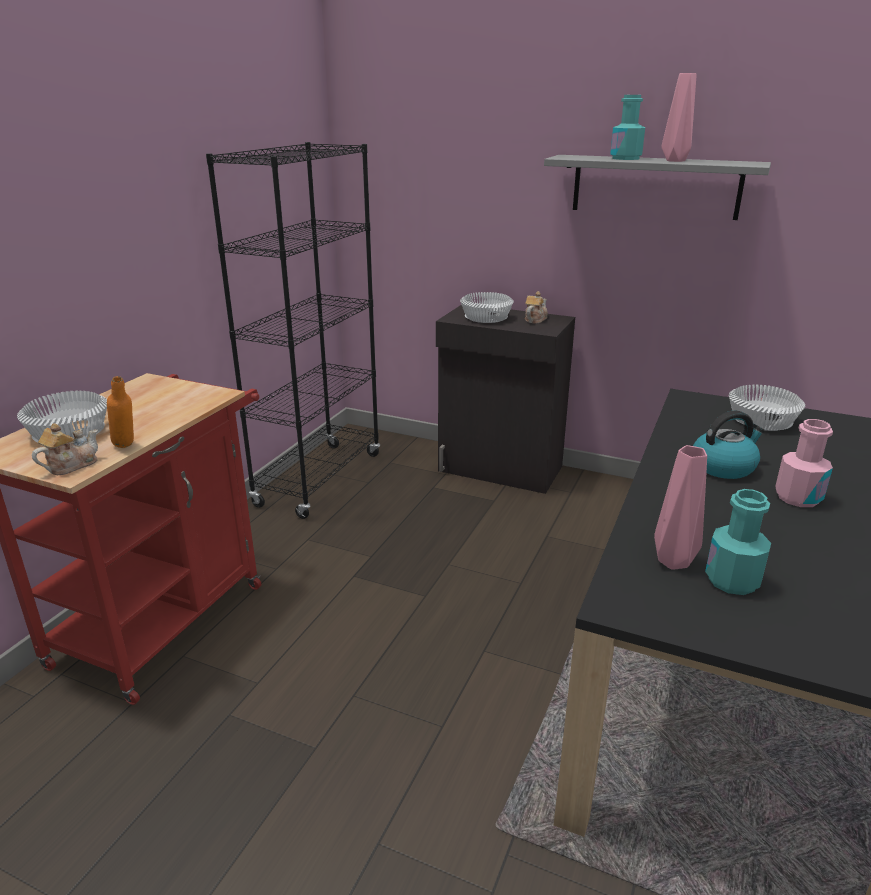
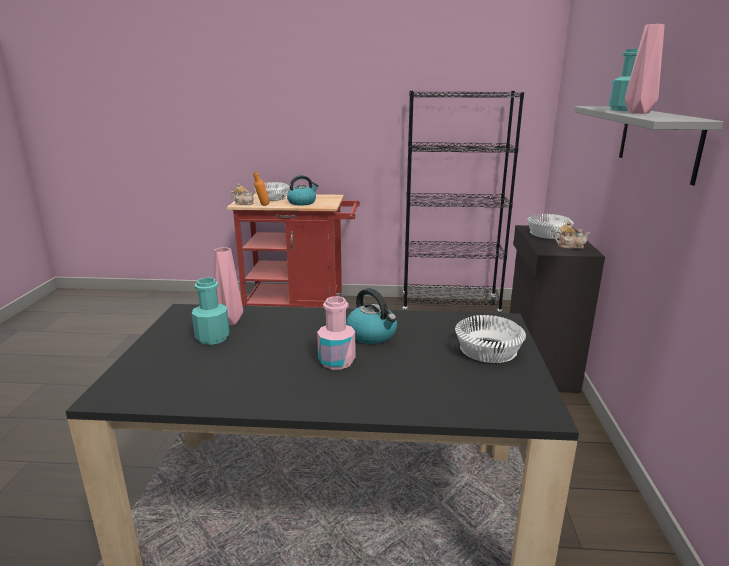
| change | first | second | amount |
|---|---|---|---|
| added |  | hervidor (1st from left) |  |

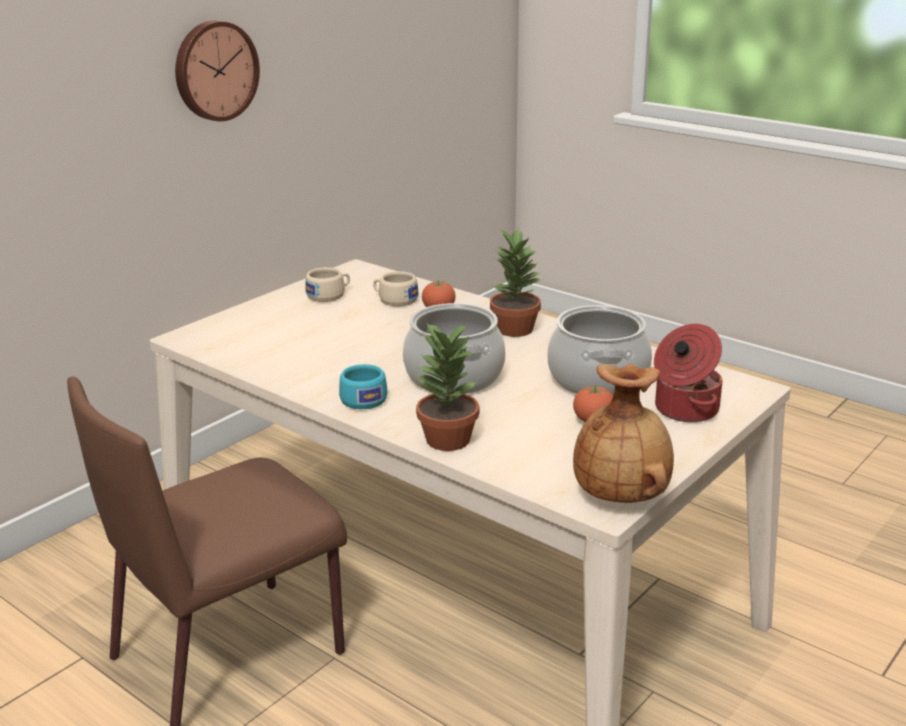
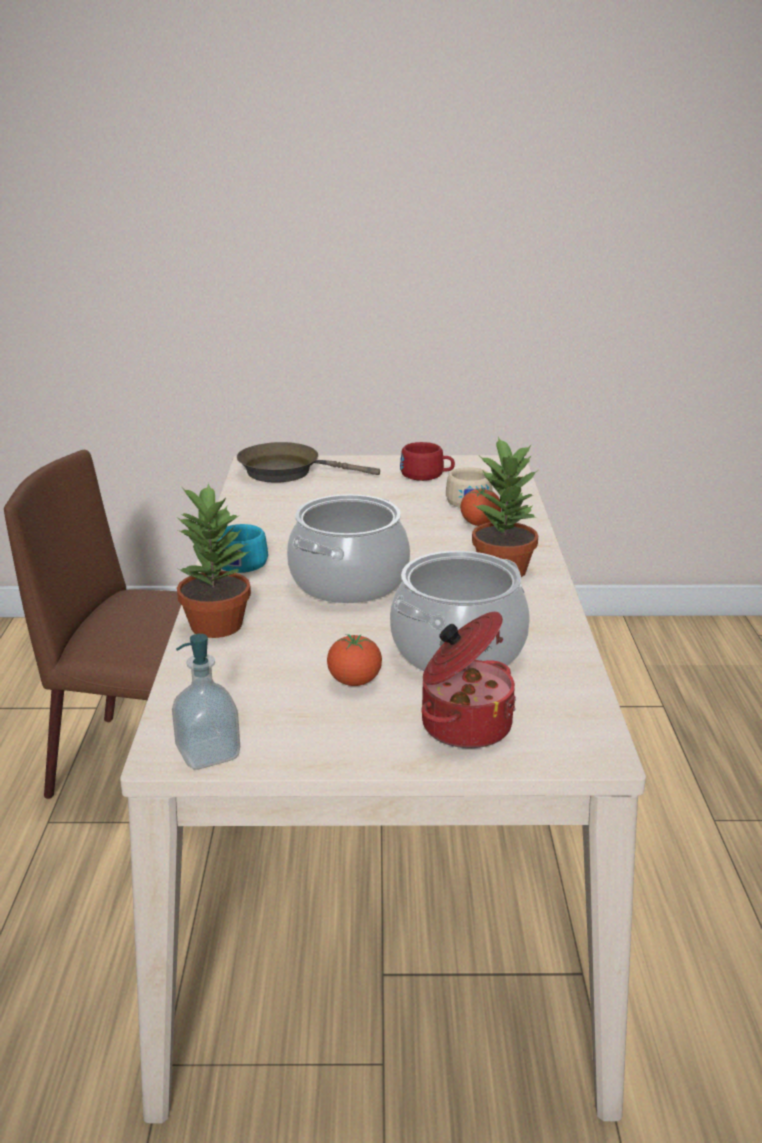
| change | first | second | amount |
|---|---|---|---|
| removed | reloj de pared |  |  |
| recoloured | taza (beis) (1st from left) | taza (rojo) |  |
| replaced | florero (marrón) | dispensador de jabón |  |
| added |  | sartén (marrón) |  |

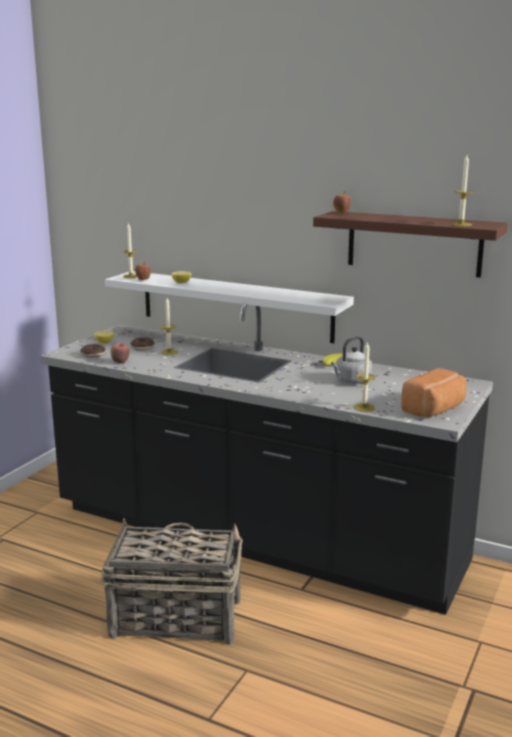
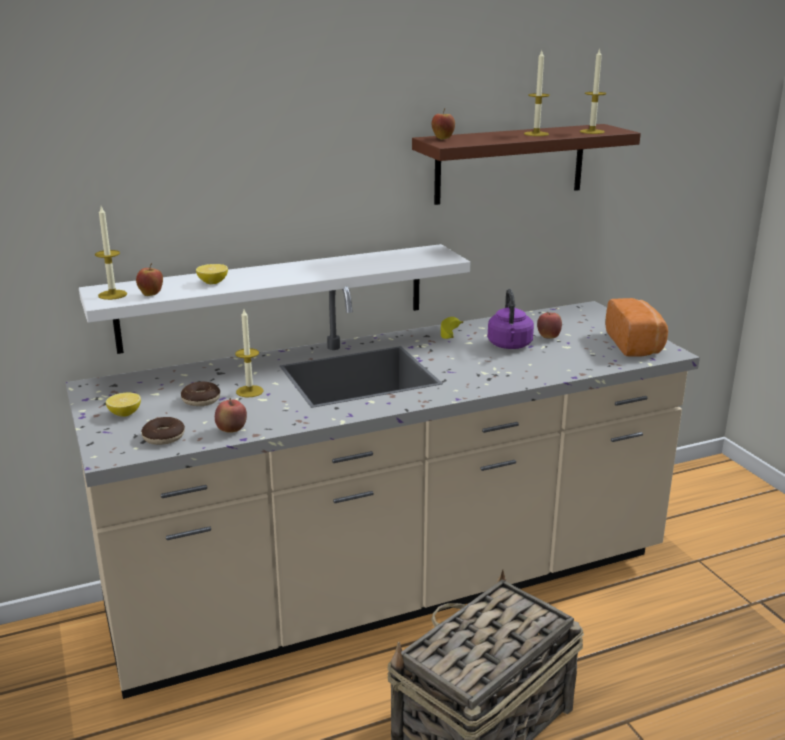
| change | first | second | amount |
|---|---|---|---|
| recoloured | mueble bajo de cocina (negro) | mueble bajo de cocina (beis) |  |
| recoloured | hervidor (gris) | hervidor (morado) |  |
| moved | vela (3rd from left) |  |  |
| added |  | manzana (4th from left) |  |

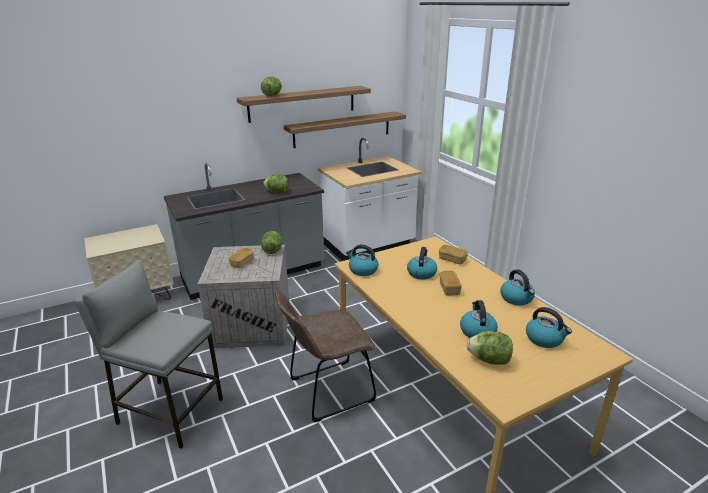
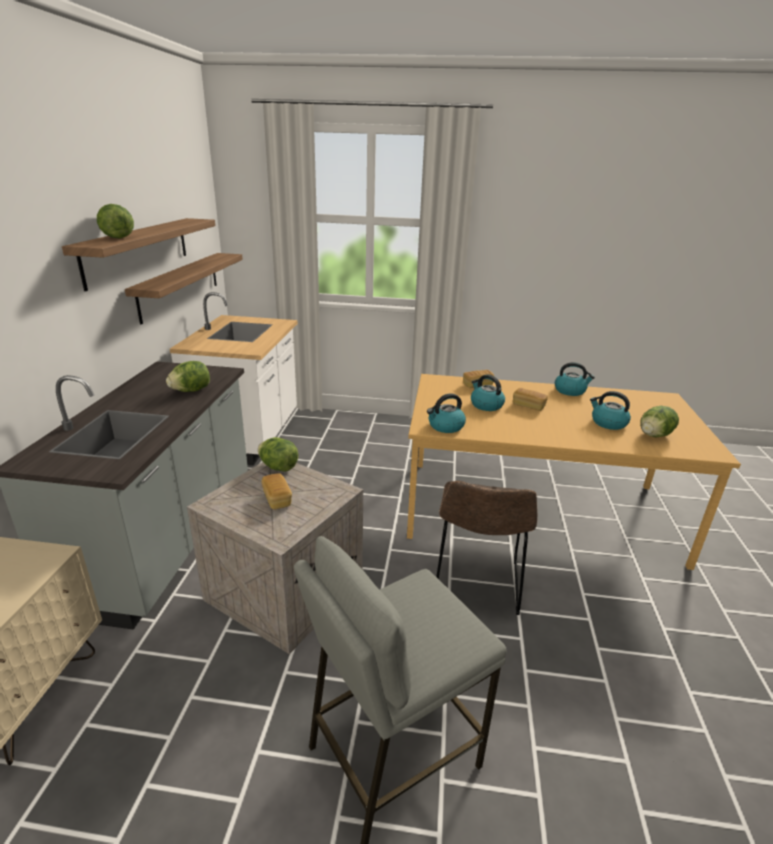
| change | first | second | amount |
|---|---|---|---|
| removed | hervidor (5th from left) |  |  |

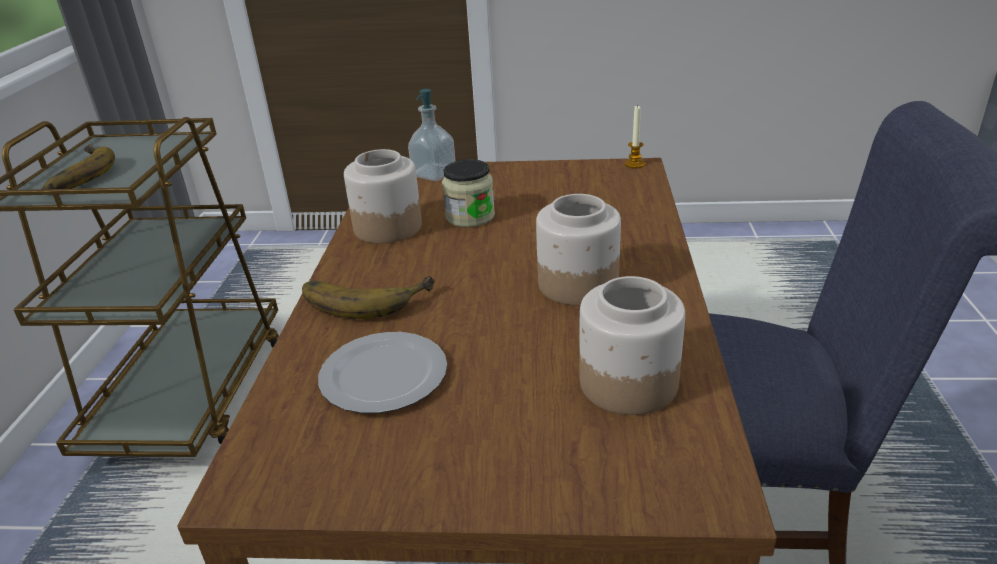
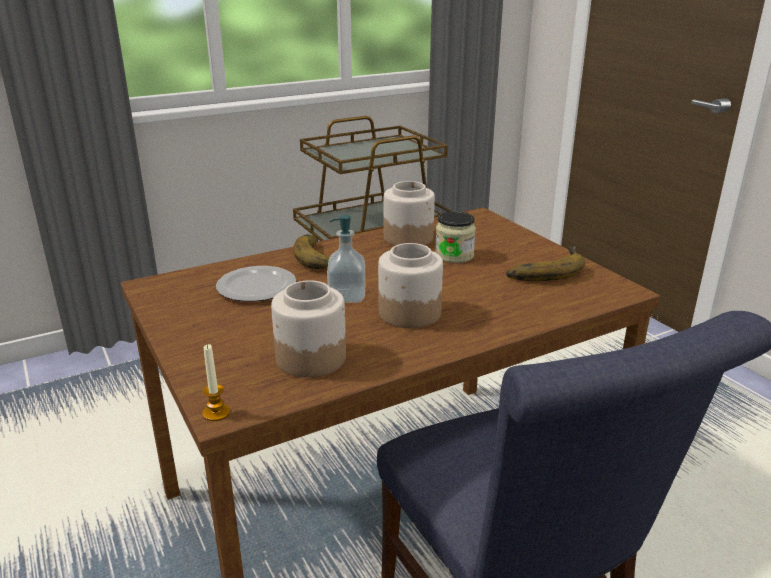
| change | first | second | amount |
|---|---|---|---|
| moved | dispensador de jabón |  |  |
| moved | vela |  |  |
| moved | plátano (1st from left in the first image) | plátano (2nd from left) |  |

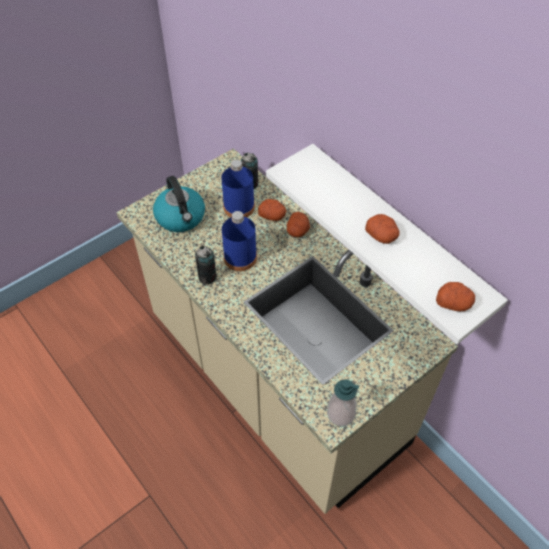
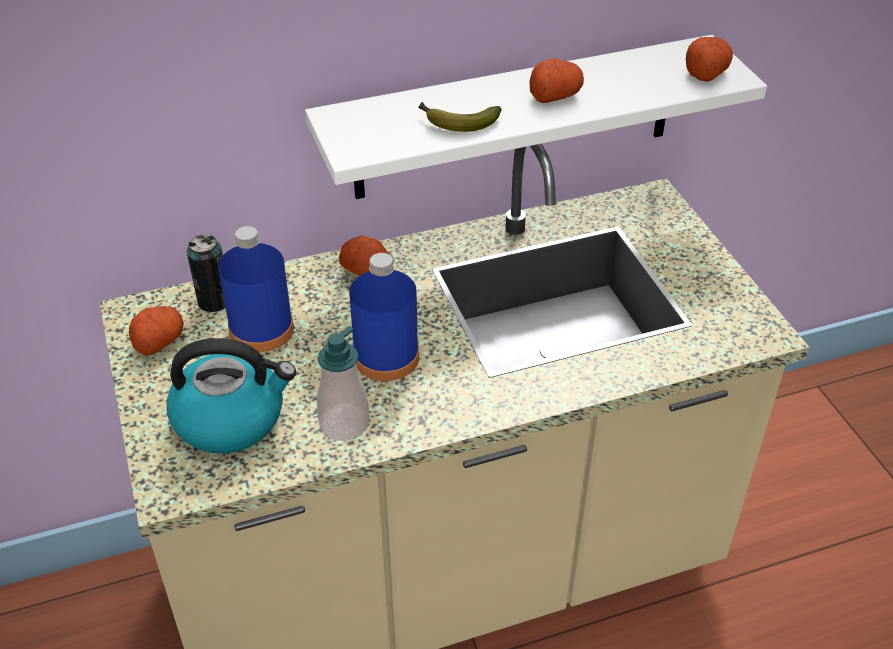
| change | first | second | amount |
|---|---|---|---|
| moved | patata (1st from left) |  |  |
| removed | lata (1st from left) |  |  |
| moved | dispensador de jabón |  |  |
| added |  | plátano |  |

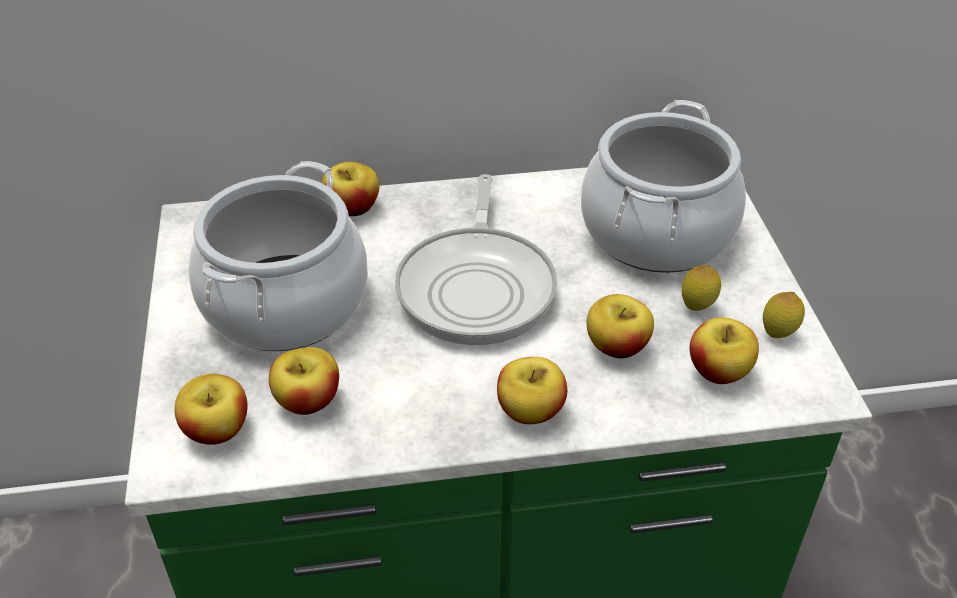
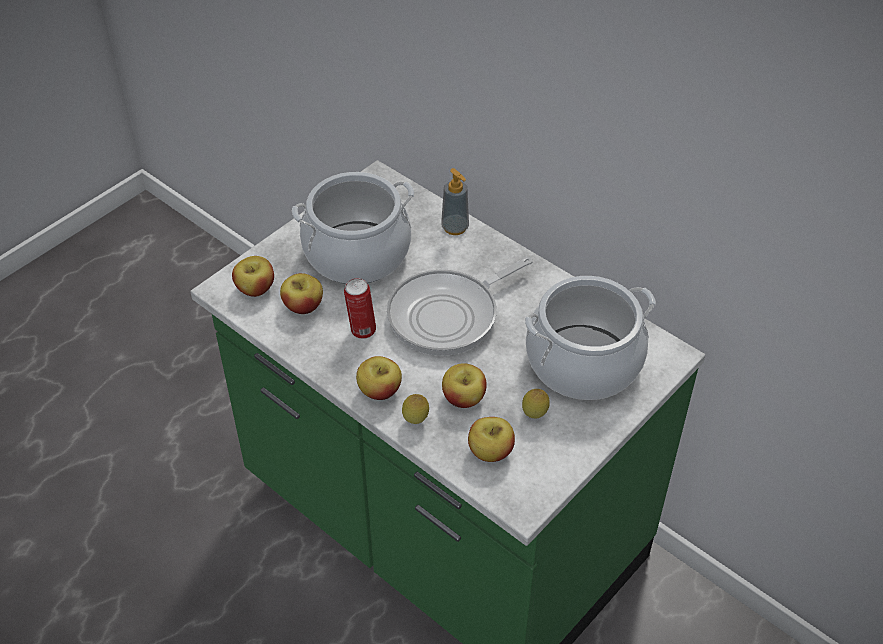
| change | first | second | amount |
|---|---|---|---|
| replaced | manzana (3rd from left) | dispensador de jabón |  |
| moved | limón (2nd from left in the first image) | limón (1st from left) |  |
| added |  | lata |  |

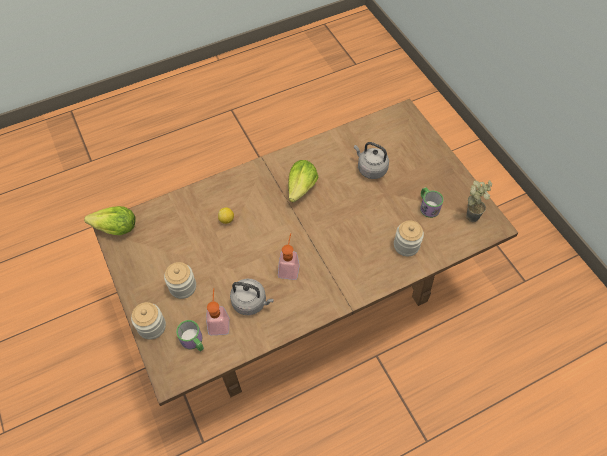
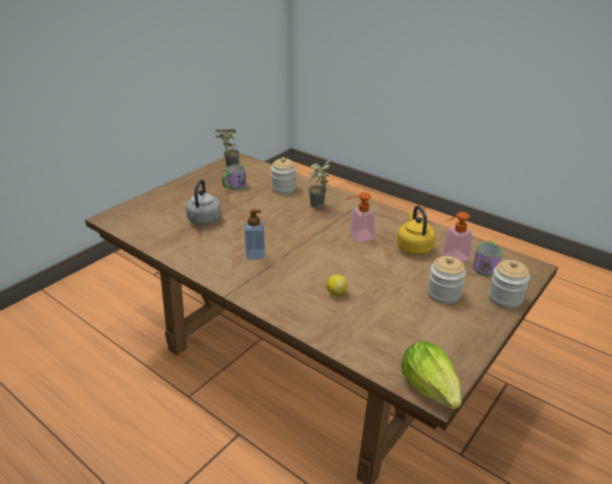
| change | first | second | amount |
|---|---|---|---|
| replaced | lechuga (2nd from left) | dispensador de jabón (1st from left) |  |
| recoloured | hervidor (gris) (1st from left) | hervidor (amarillo) |  |
| added |  | planta en maceta (2nd from left) |  |

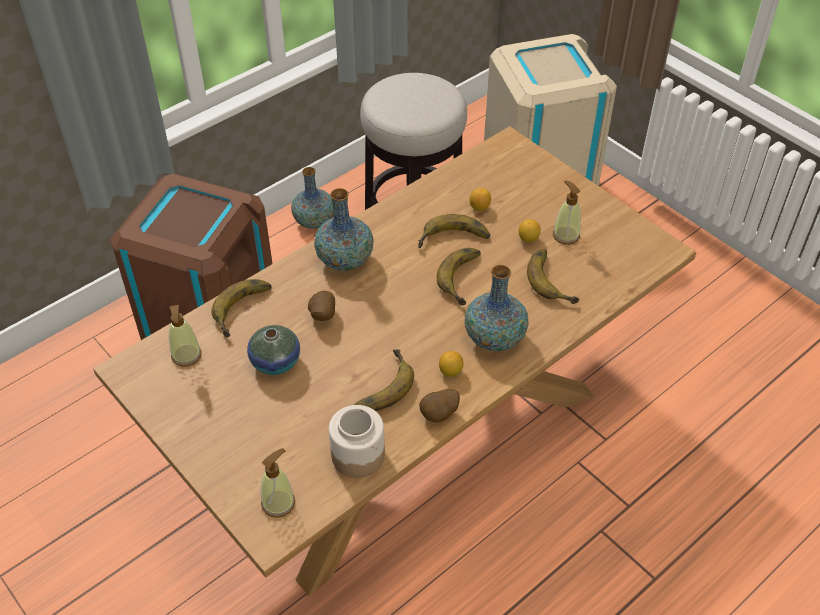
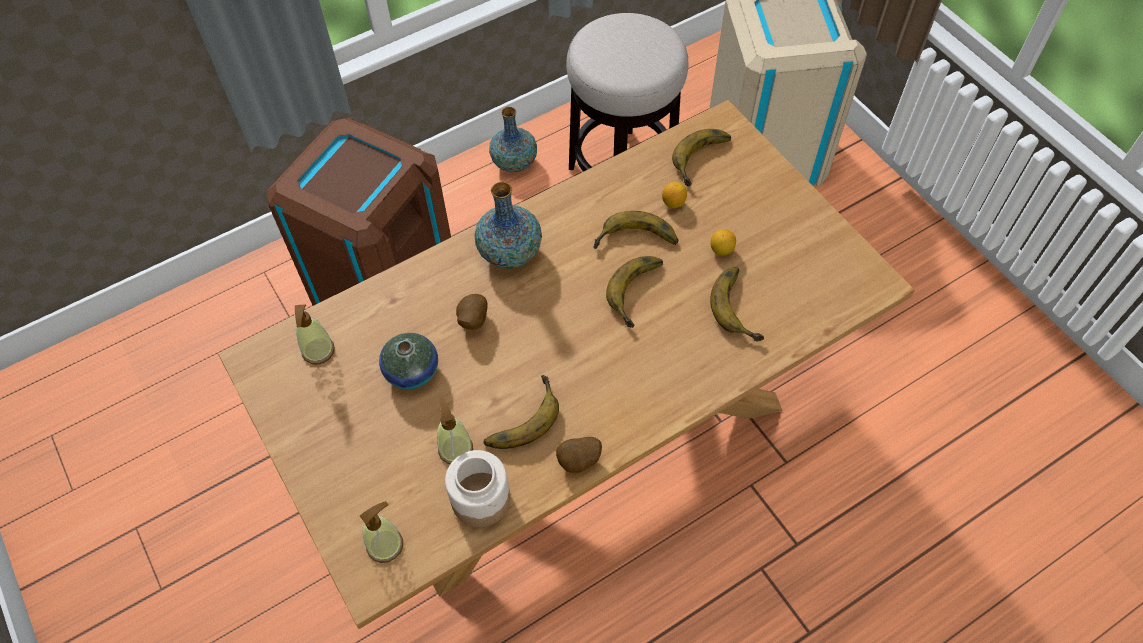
| change | first | second | amount |
|---|---|---|---|
| moved | dispensador de jabón (3rd from left) |  |  |
| removed | florero (4th from left) |  |  |
| moved | plátano (1st from left in the first image) | plátano (4th from left) |  |
| removed | limón (1st from left) |  |  |

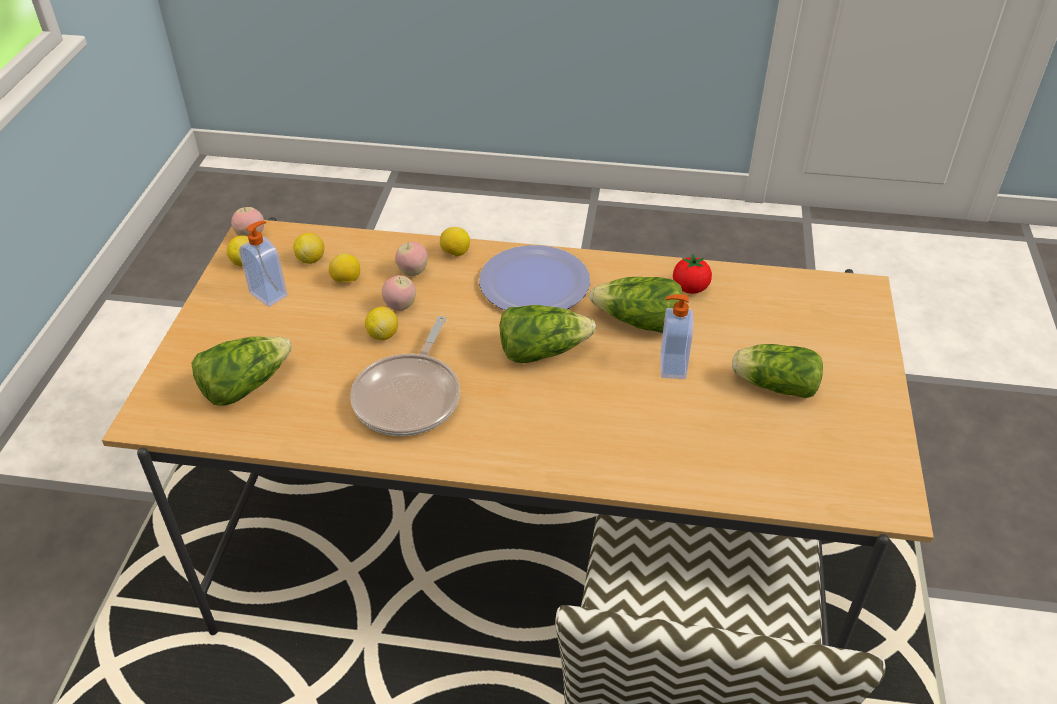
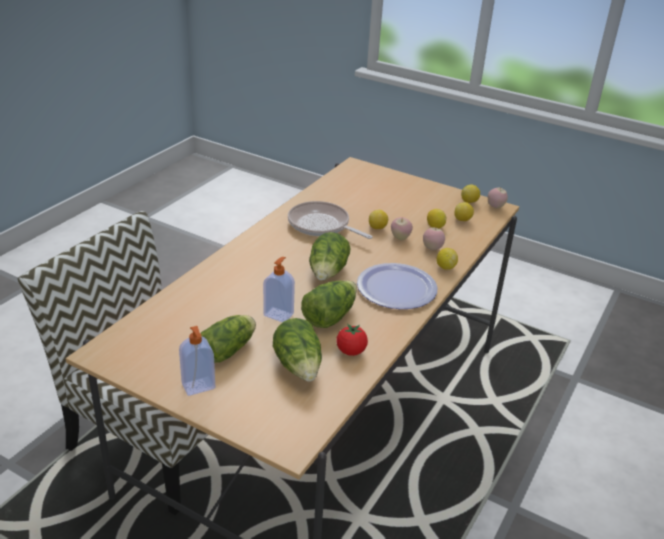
| change | first | second | amount |
|---|---|---|---|
| moved | dispensador de jabón (1st from left) |  |  |
| moved | lechuga (1st from left in the first image) | lechuga (2nd from left) |  |

